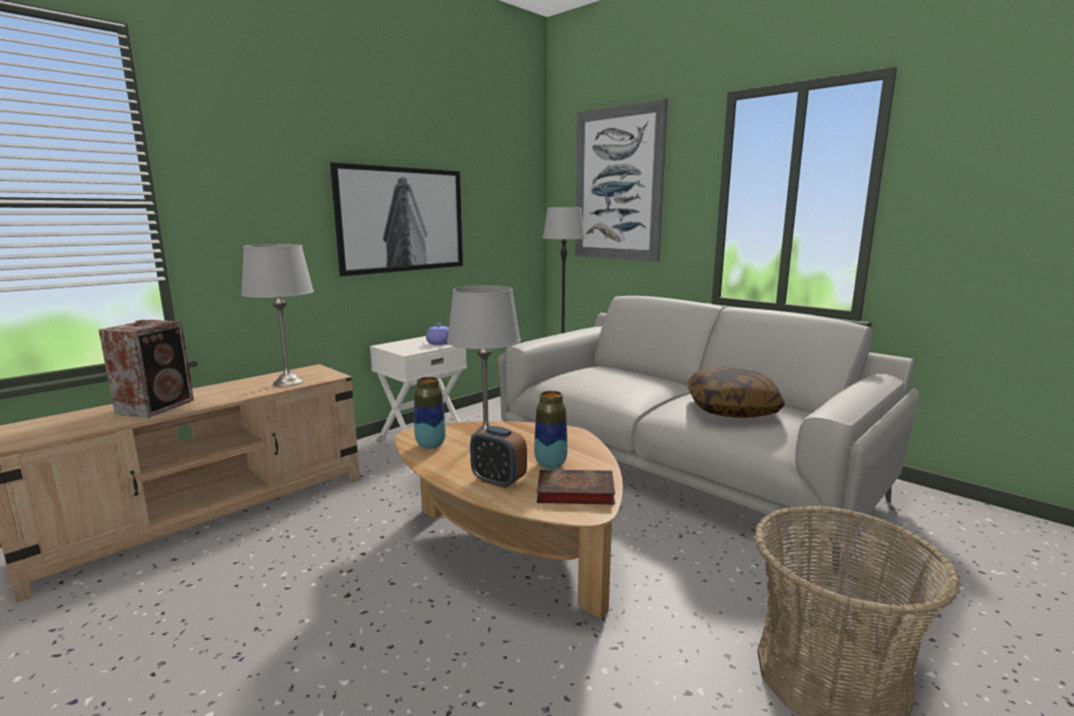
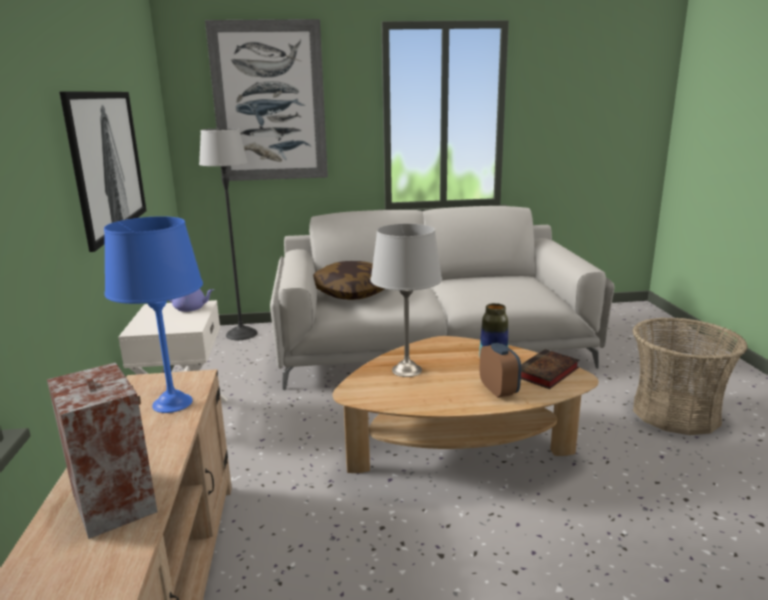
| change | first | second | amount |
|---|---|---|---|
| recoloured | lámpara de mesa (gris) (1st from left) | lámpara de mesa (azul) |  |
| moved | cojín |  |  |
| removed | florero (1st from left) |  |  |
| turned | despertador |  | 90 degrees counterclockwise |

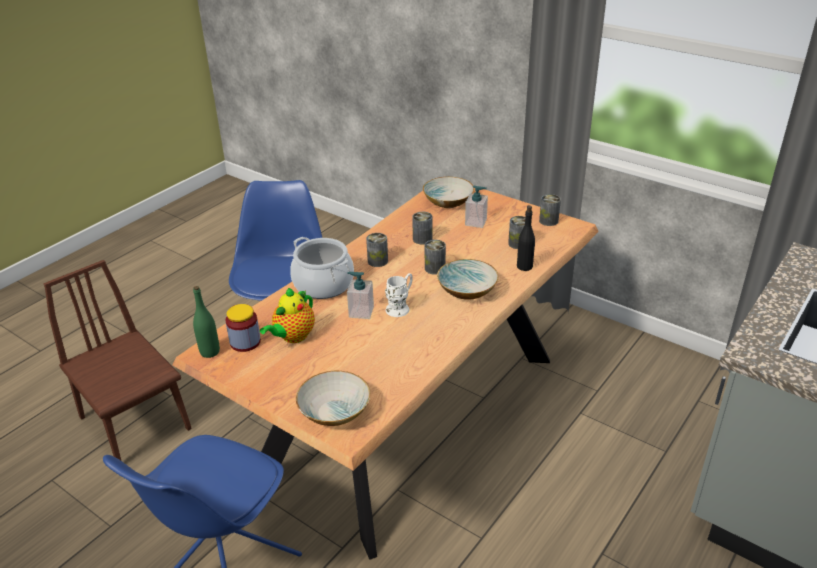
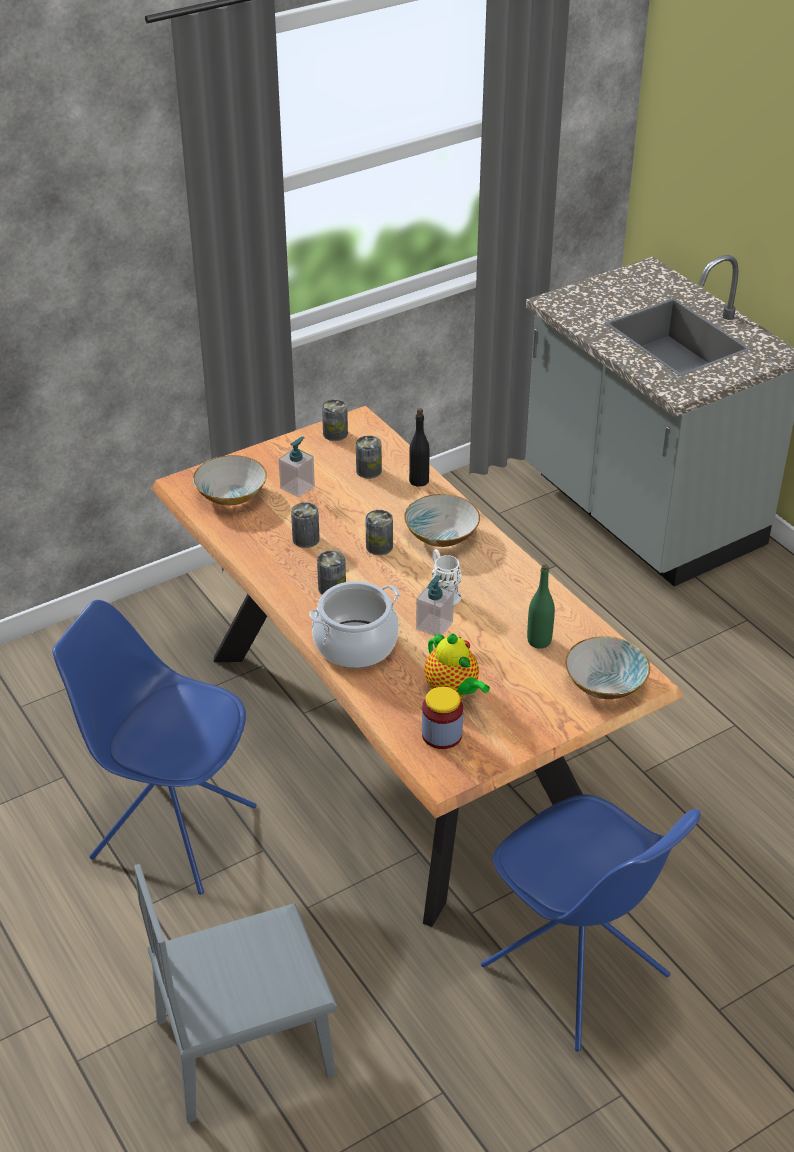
| change | first | second | amount |
|---|---|---|---|
| recoloured | silla (marrón) | silla (gris) |  |
| moved | botella (verde) |  |  |

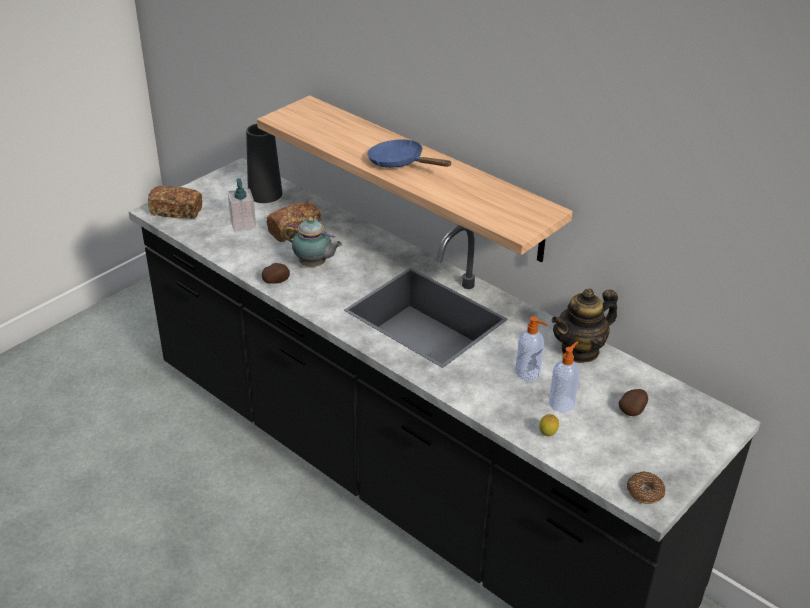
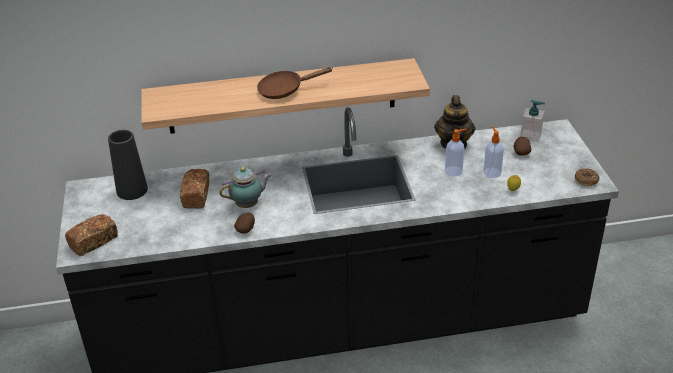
| change | first | second | amount |
|---|---|---|---|
| recoloured | sartén (azul) | sartén (marrón) |  |
| moved | dispensador de jabón (1st from left in the first image) | dispensador de jabón (3rd from left) |  |

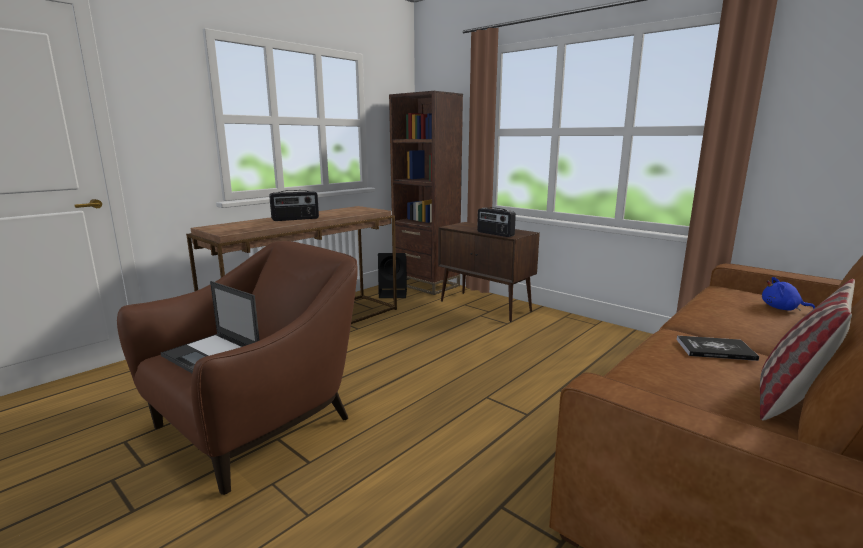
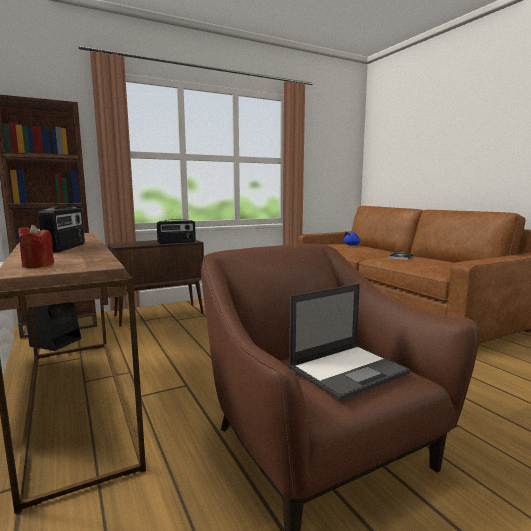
| change | first | second | amount |
|---|---|---|---|
| removed | cojín |  |  |
| added |  | vela (rojo) |  |

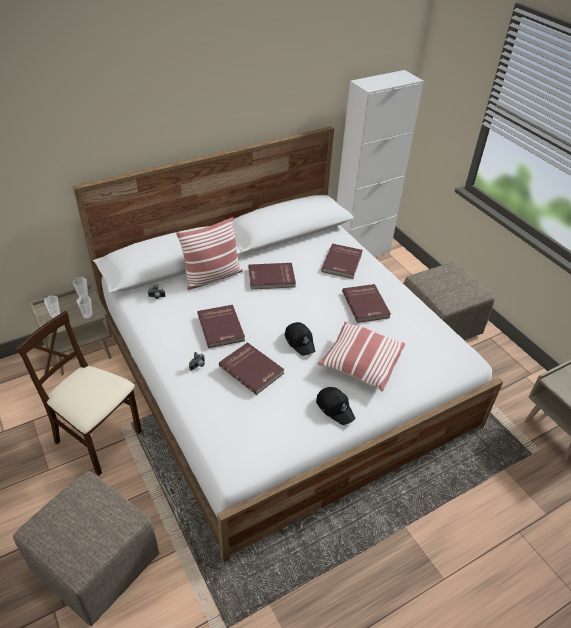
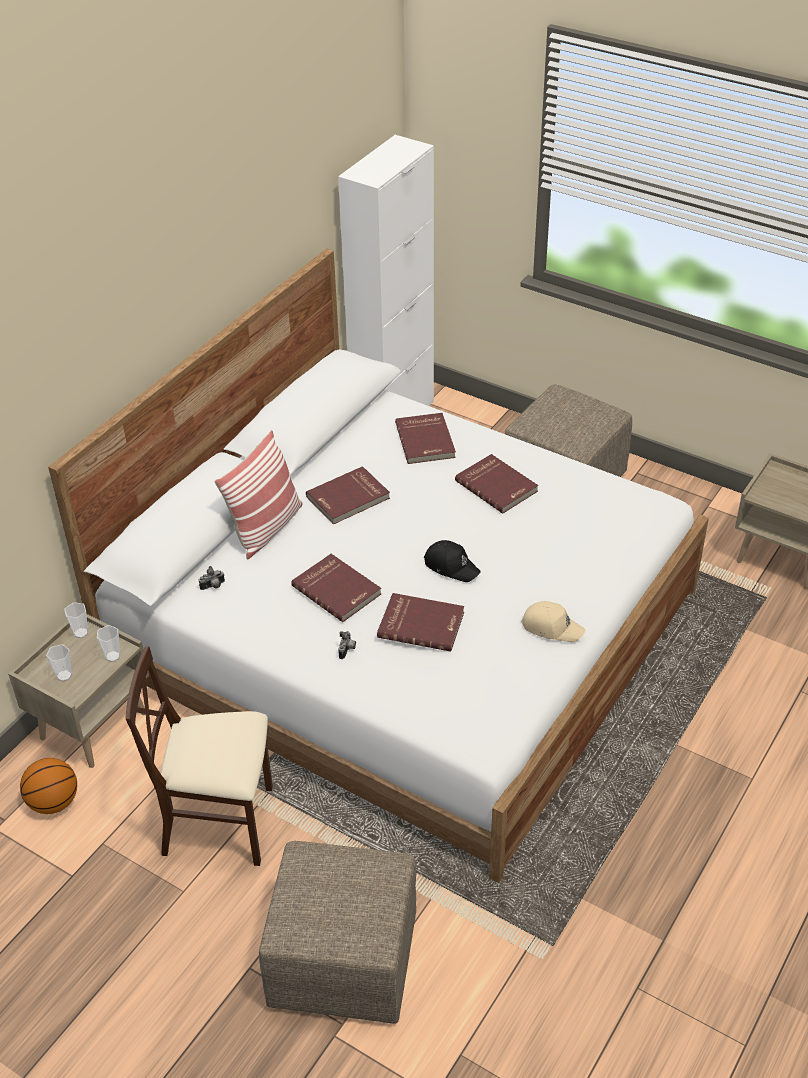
| change | first | second | amount |
|---|---|---|---|
| removed | cojín (2nd from left) |  |  |
| recoloured | gorra (negro) (2nd from left) | gorra (beis) |  |
| added |  | balón de baloncesto |  |

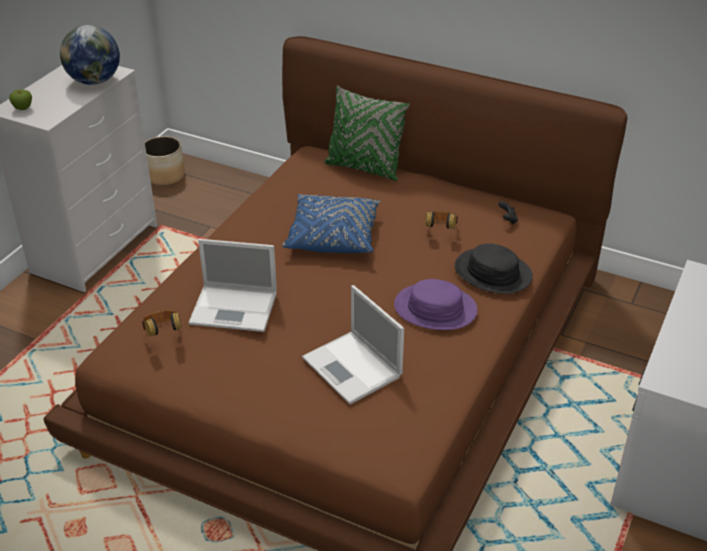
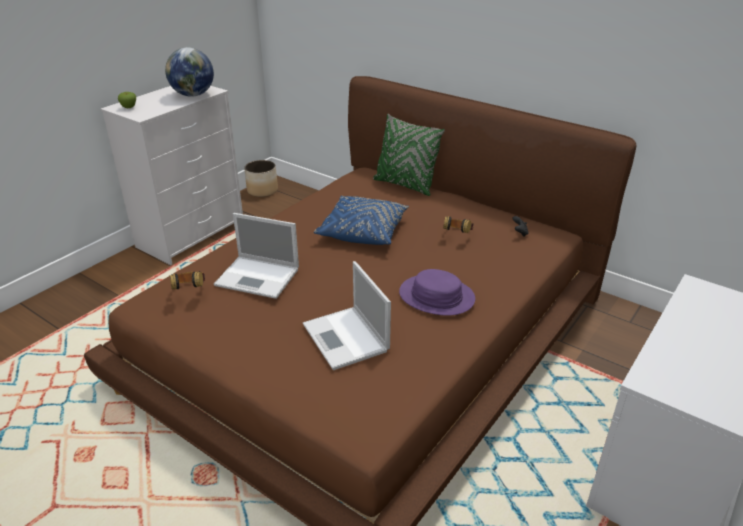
| change | first | second | amount |
|---|---|---|---|
| removed | sombrero (negro) |  |  |

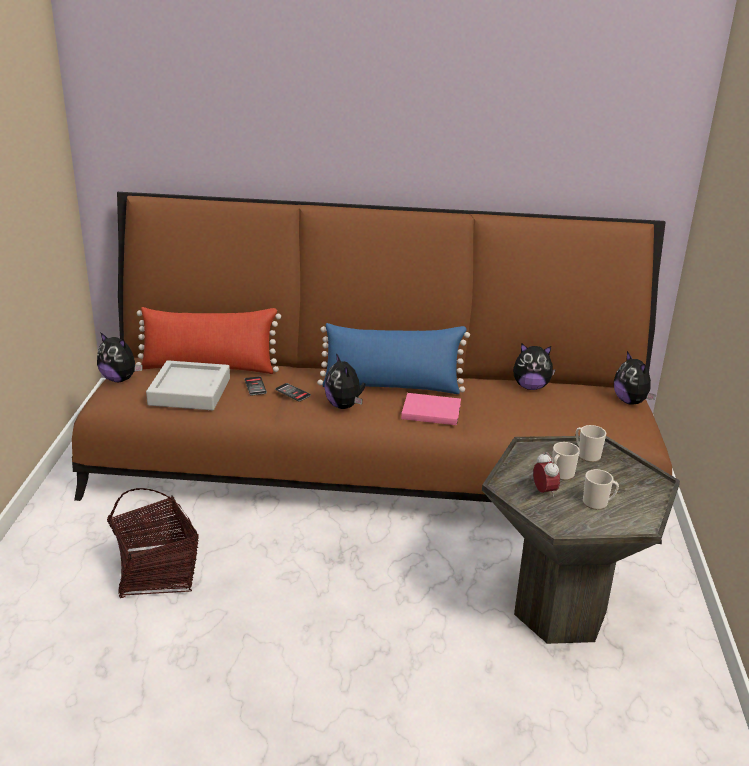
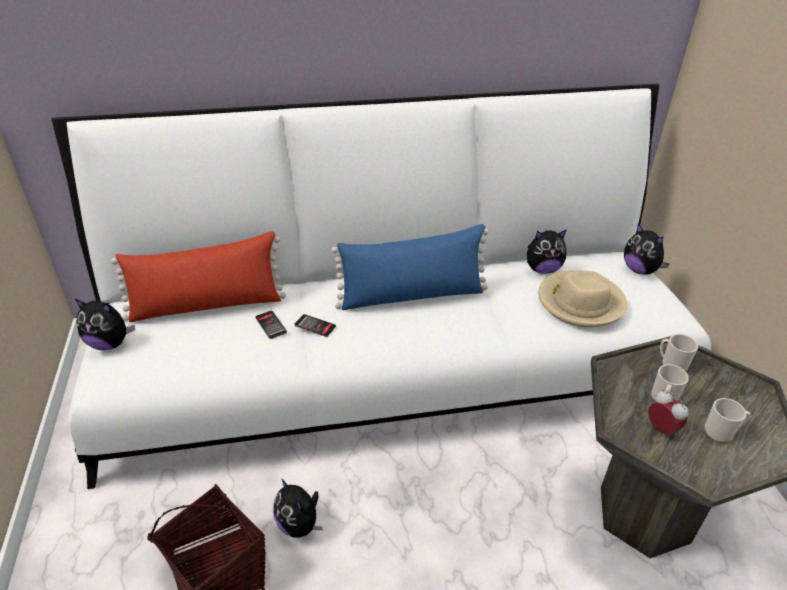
| change | first | second | amount |
|---|---|---|---|
| recoloured | sofá (marrón) | sofá (blanco) |  |
| moved | peluche (2nd from left) |  |  |
| removed | bandeja (gris) |  |  |
| removed | libro (rosa) |  |  |
| added |  | sombrero (beis) |  |

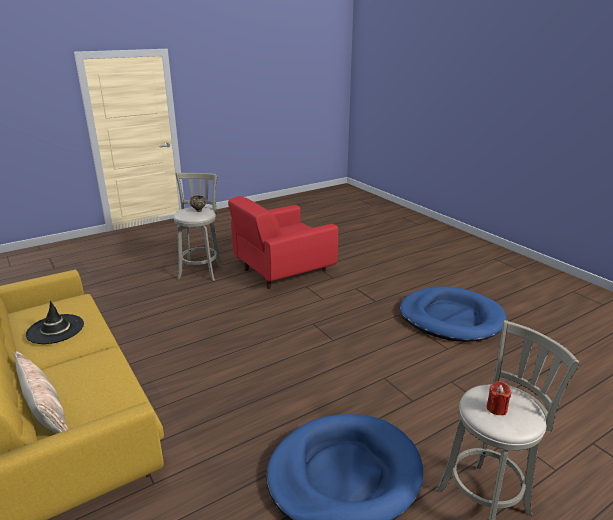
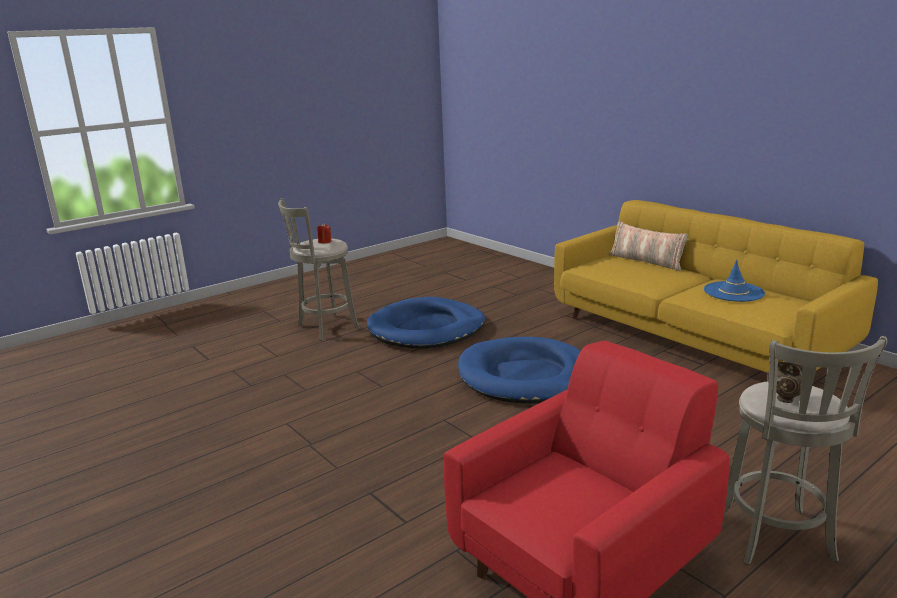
| change | first | second | amount |
|---|---|---|---|
| moved | cama para perro (azul) (2nd from left) |  |  |
| recoloured | sombrero (negro) | sombrero (azul) |  |

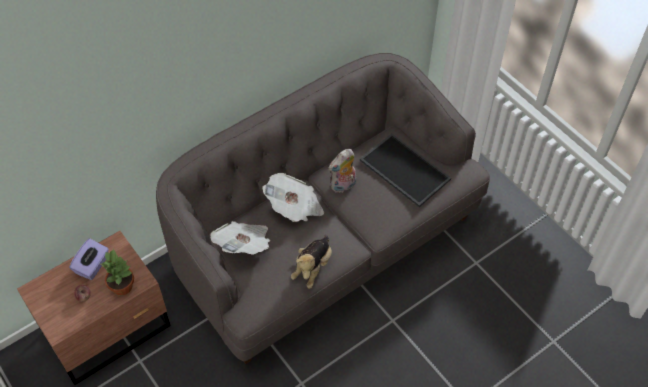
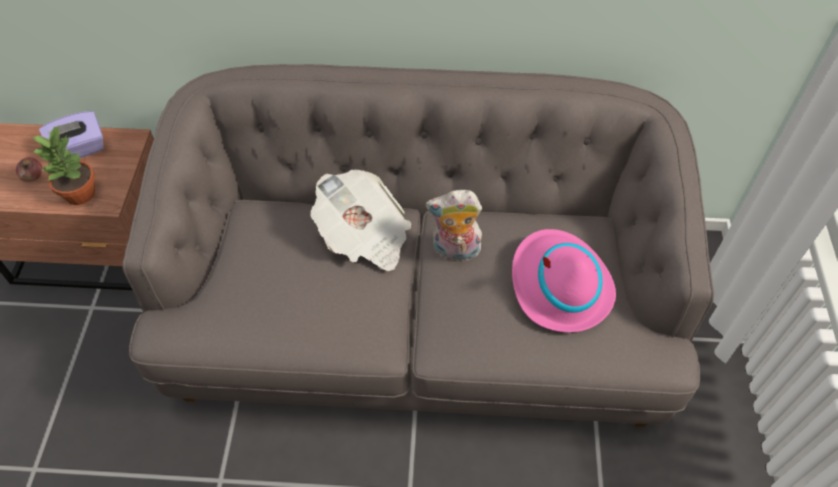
| change | first | second | amount |
|---|---|---|---|
| replaced | bandeja | sombrero (rosa) |  |
| removed | periódico (1st from left) |  |  |
| removed | peluche (1st from left) |  |  |

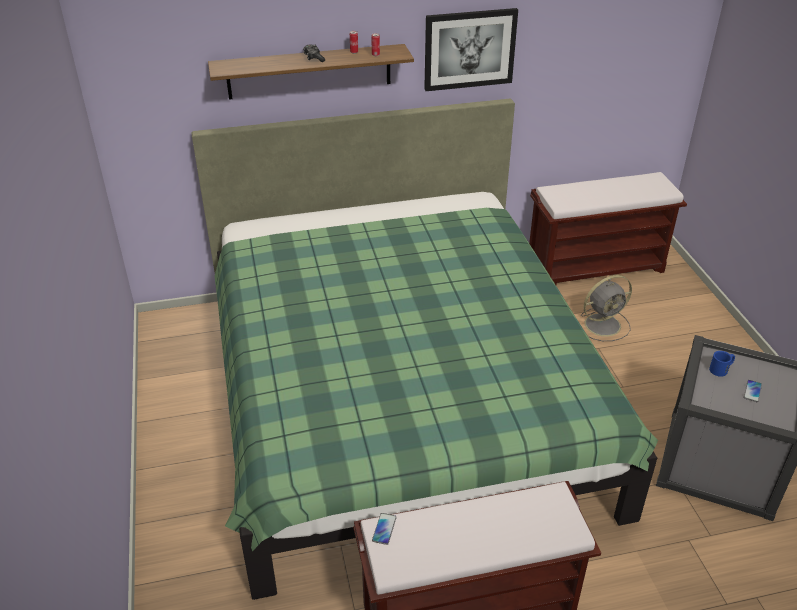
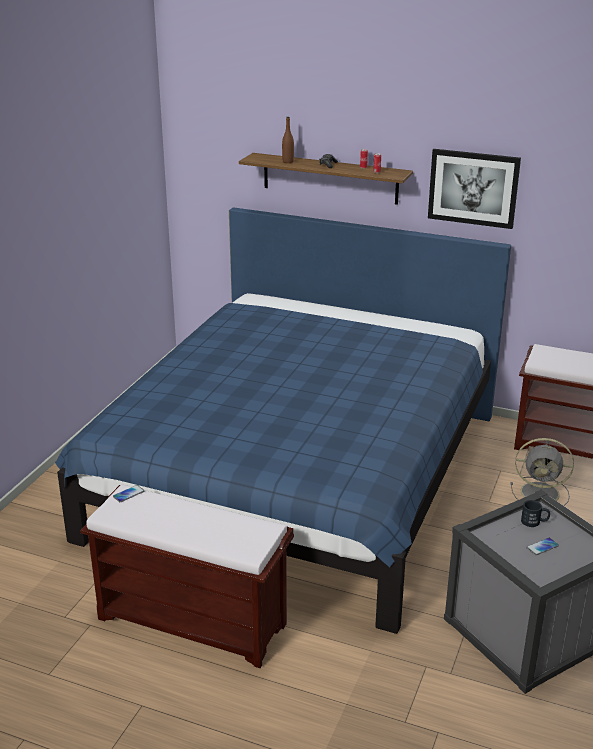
| change | first | second | amount |
|---|---|---|---|
| recoloured | cama (verde) | cama (azul) |  |
| recoloured | taza grande (azul) | taza grande (negro) |  |
| added |  | botella (marrón) |  |

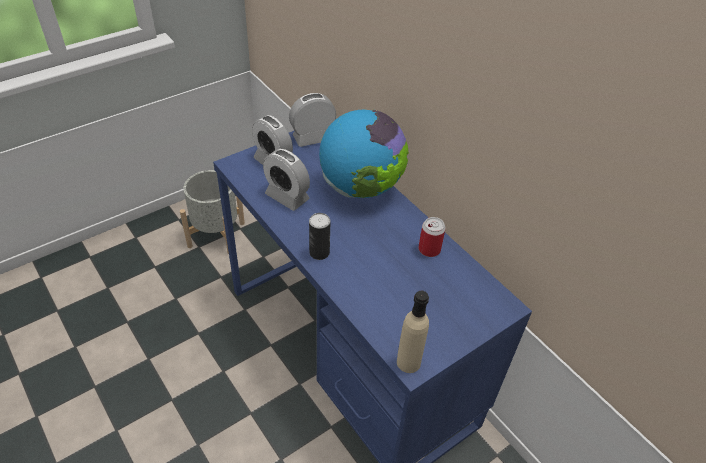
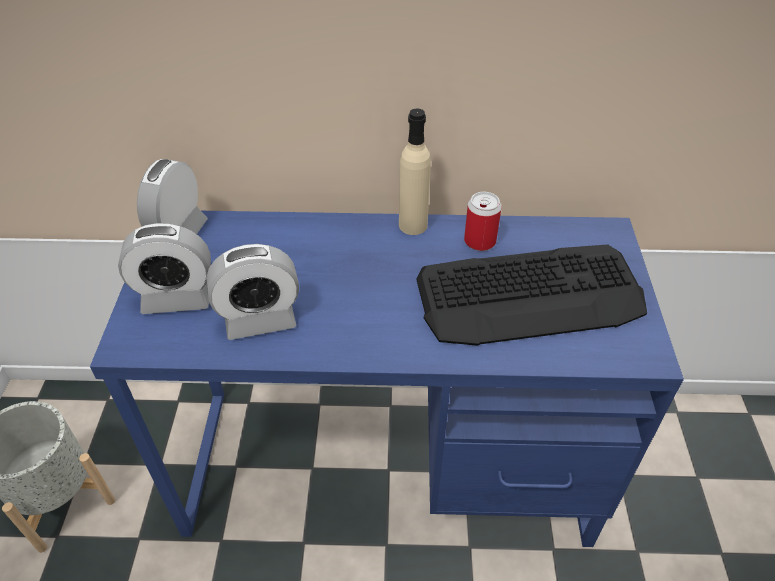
| change | first | second | amount |
|---|---|---|---|
| removed | globo terráqueo |  |  |
| removed | lata (1st from left) |  |  |
| moved | botella (beis) |  |  |
| added |  | teclado |  |

